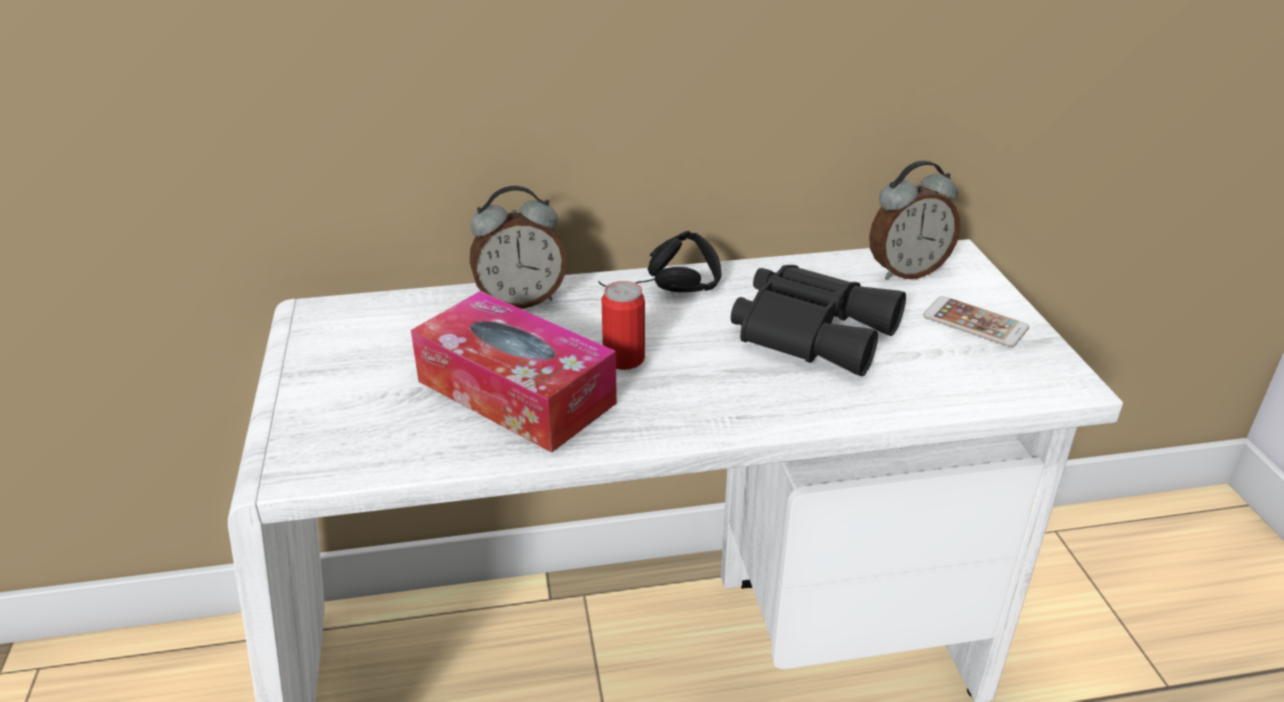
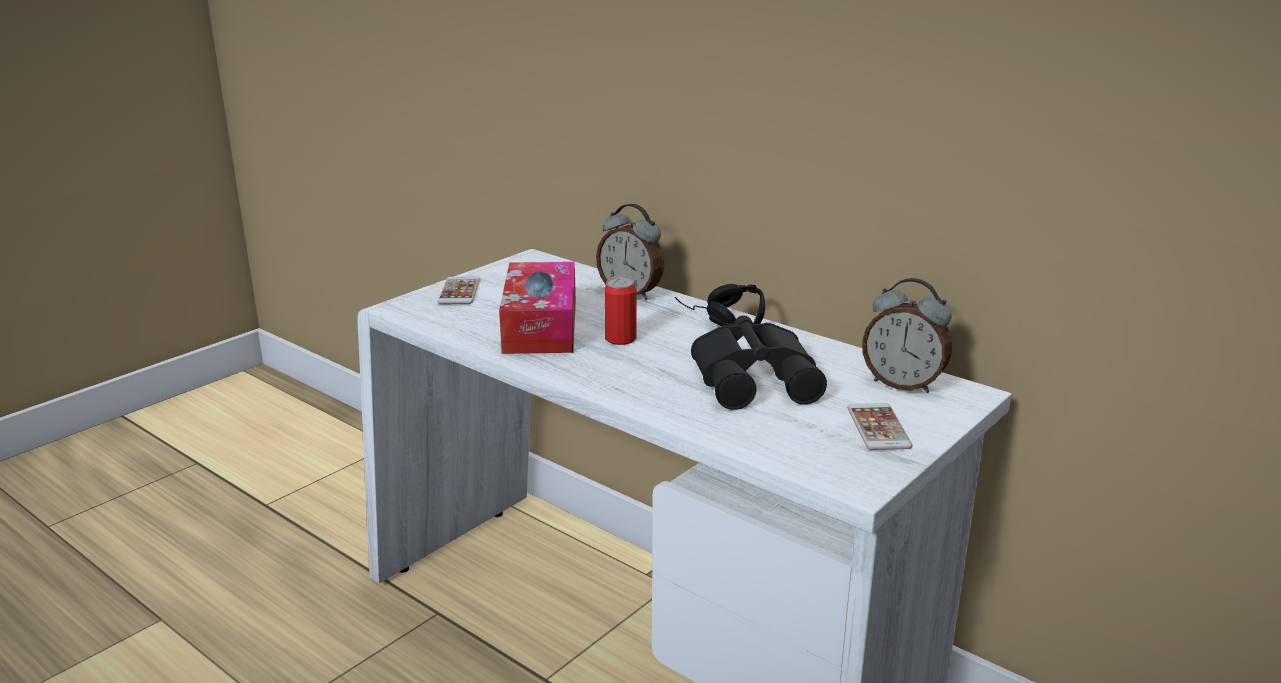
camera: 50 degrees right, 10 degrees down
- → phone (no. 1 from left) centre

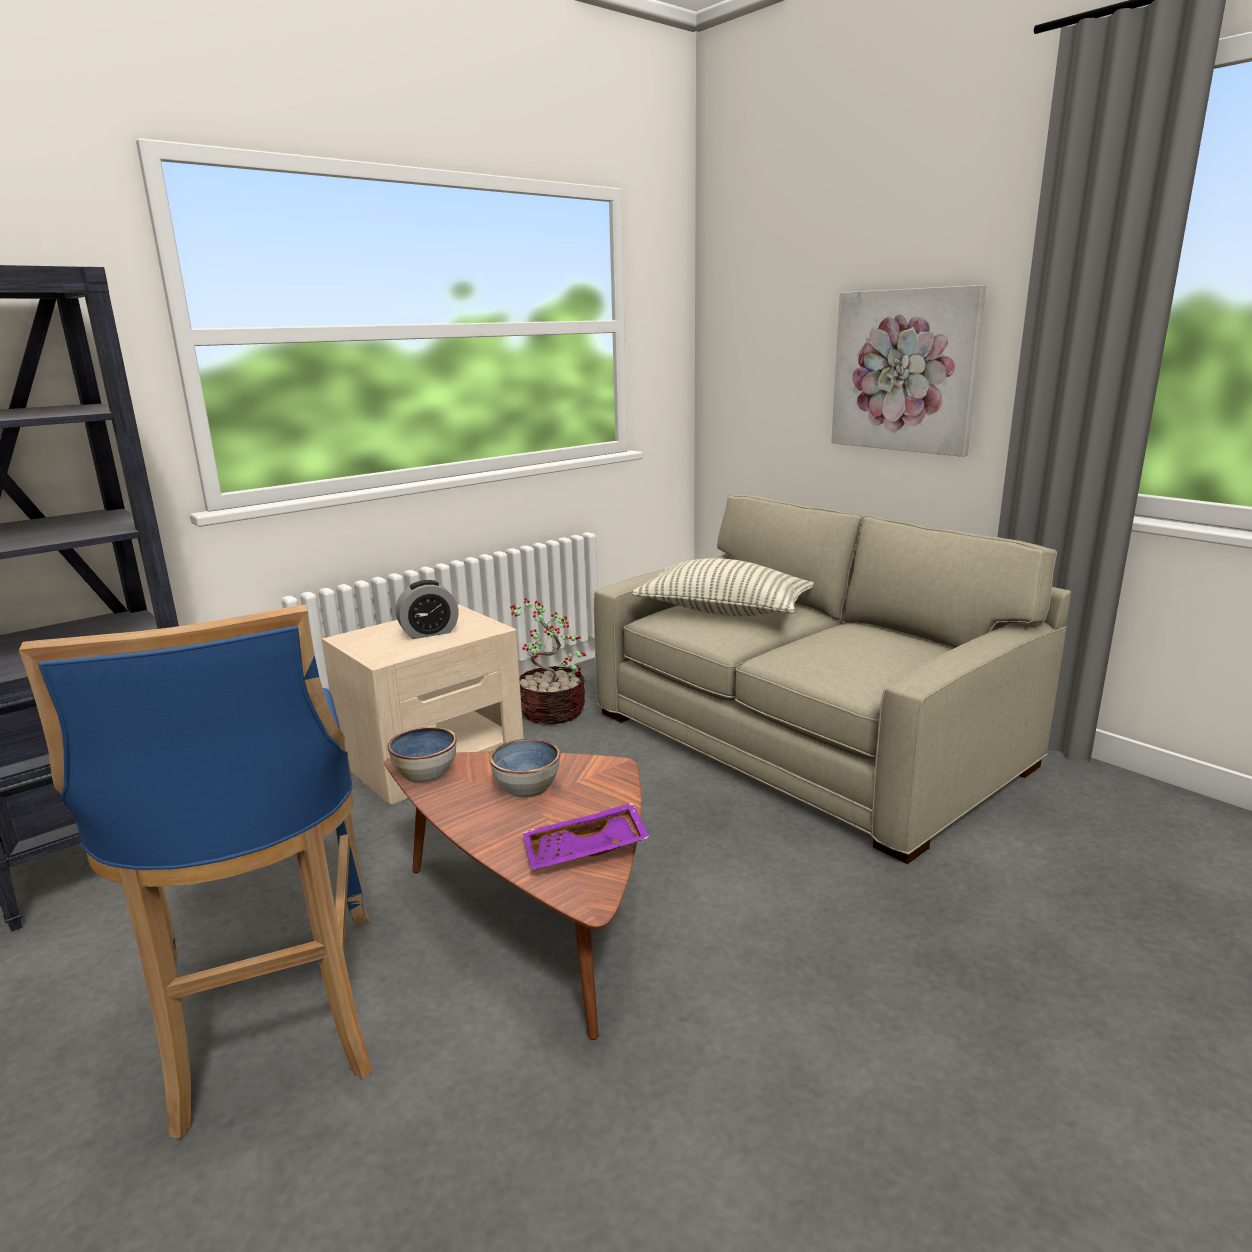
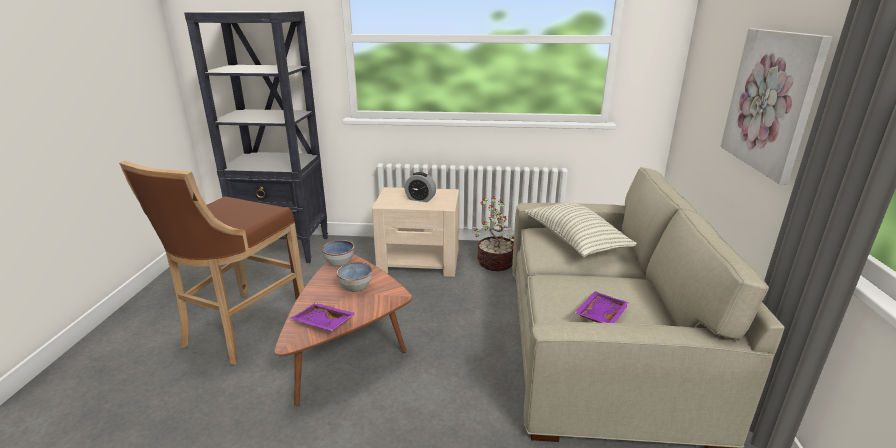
camera: 45 degrees right, 5 degrees up
stool (blue) bottom left → stool (brown) middle left
- → tray (purple) (no. 2 from left) bottom right

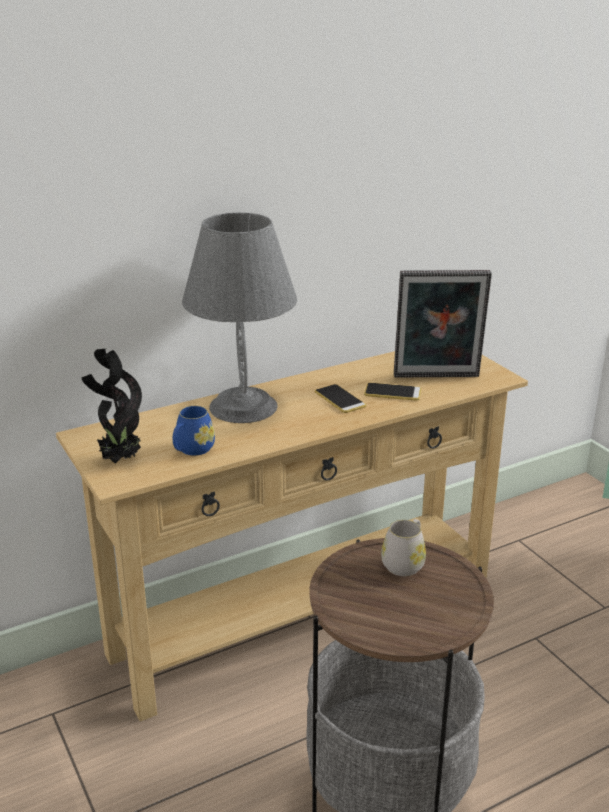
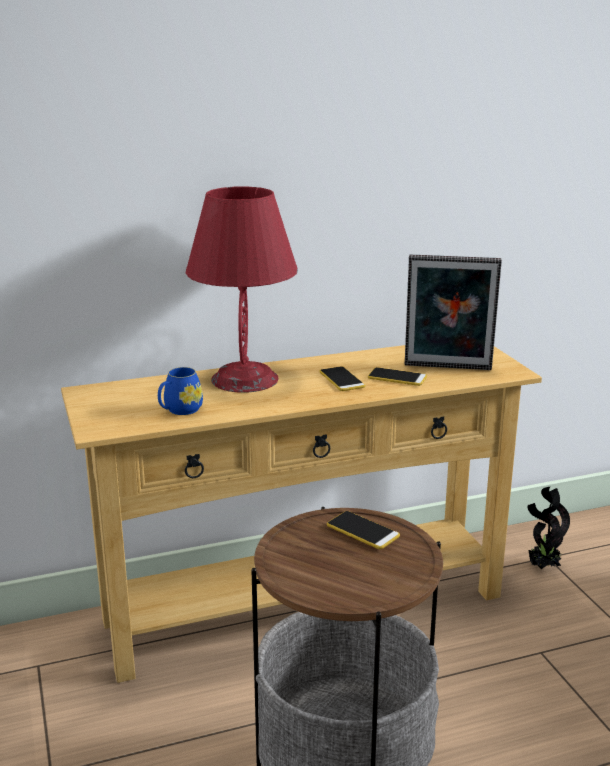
camera: 10 degrees right, 5 degrees down
potted plant middle left → potted plant bottom right, relocated
table lamp (grey) centre → table lamp (red) centre
mug (white) bottom centre → phone (no. 2 from left) bottom centre

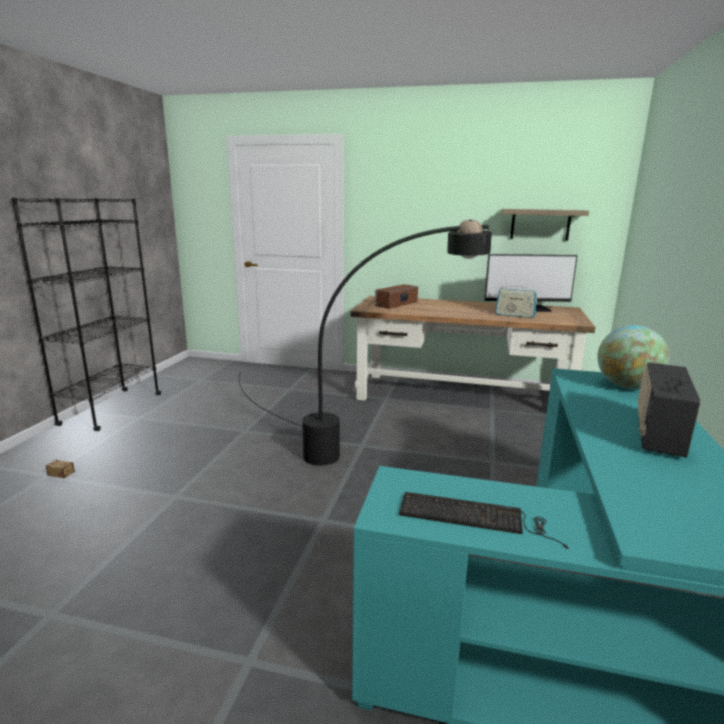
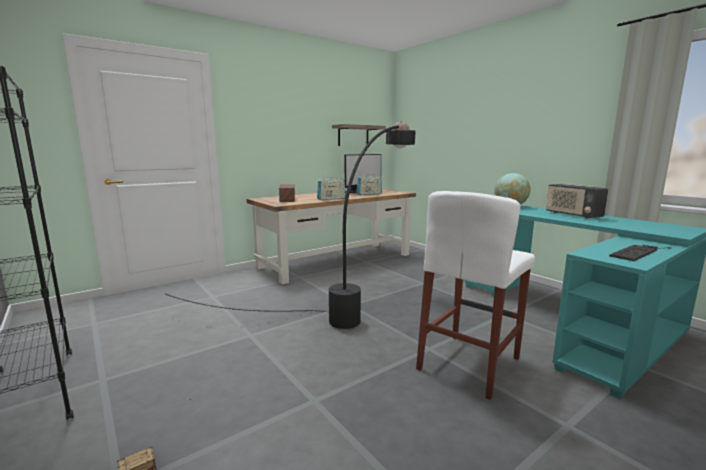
camera: 50 degrees left, 5 degrees down
- → radio (no. 1 from left) centre
- → stool (white) middle right

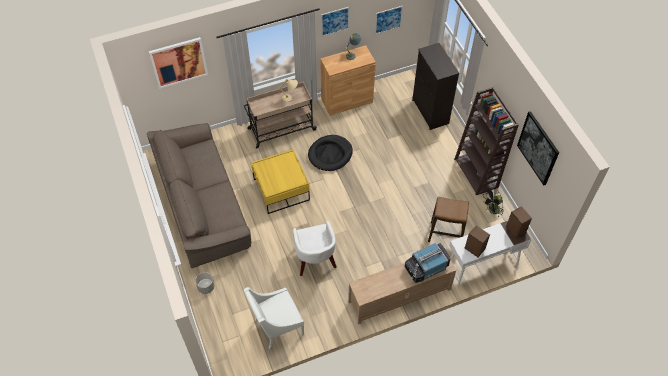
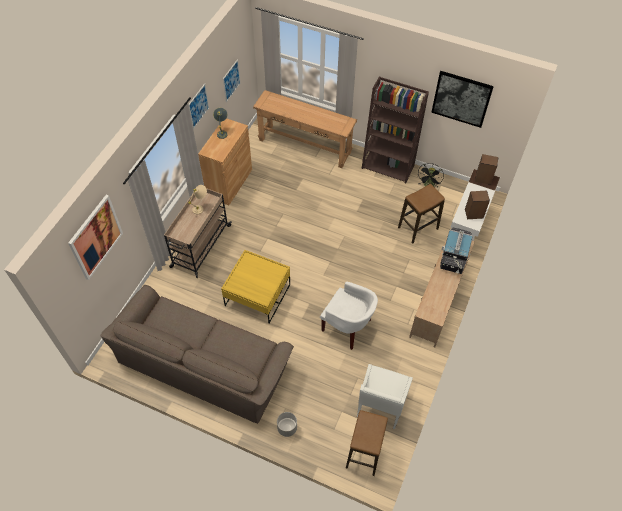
camera: 45 degrees left, 0 degrees up
dog bed (black) centre → -
dresser (black) top centre → console table (brown) top centre
- → stool (no. 1 from left) bottom centre

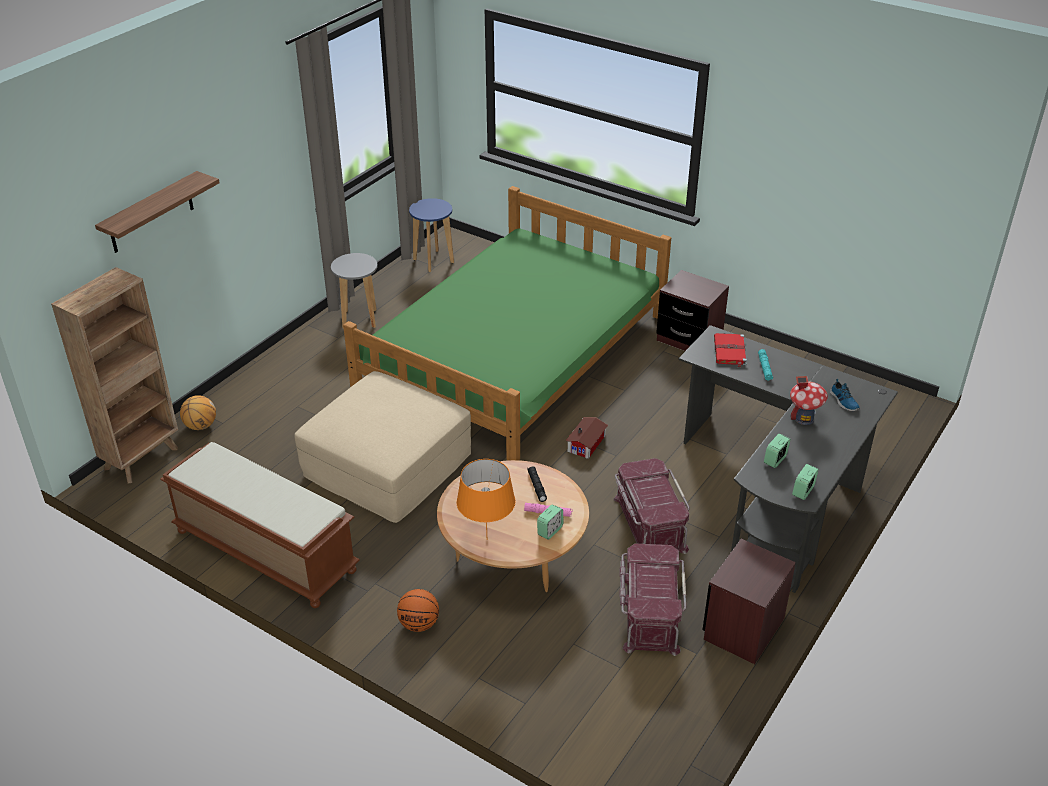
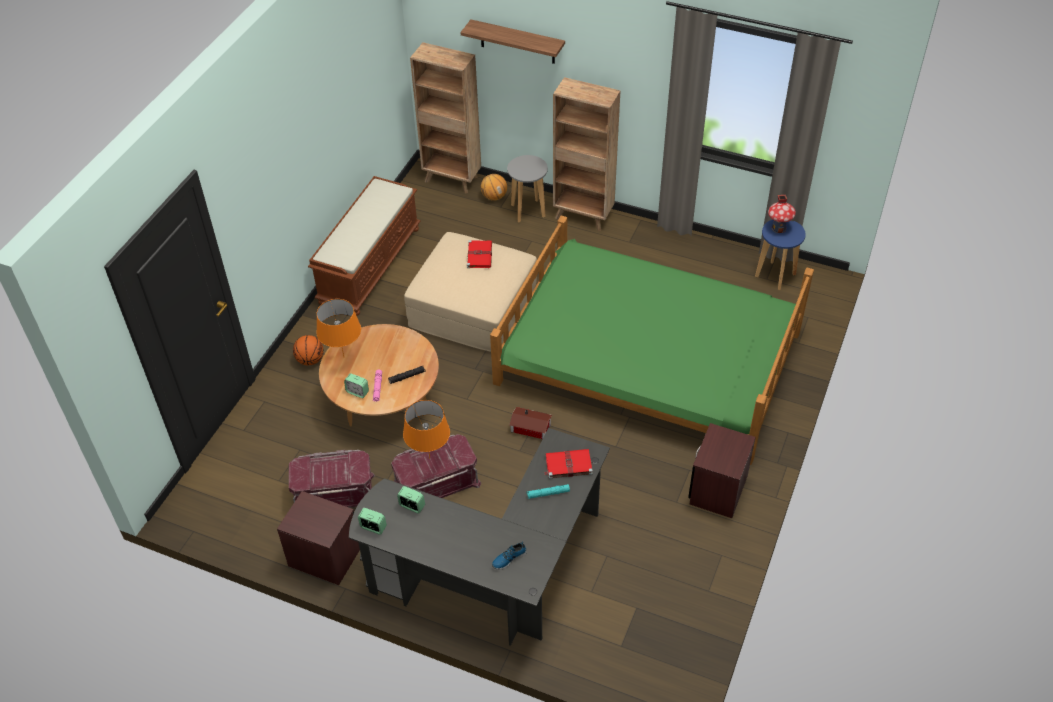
camera: 80 degrees right, 10 degrees up
stool (grey) centre → stool (grey) top centre, relocated
toy house (no. 2 from left) middle right → toy house (no. 2 from left) top right, relocated
- → table lamp (orange) (no. 2 from left) centre
- → book (red) (no. 1 from left) centre
- → bookcase (brown) (no. 2 from left) top centre

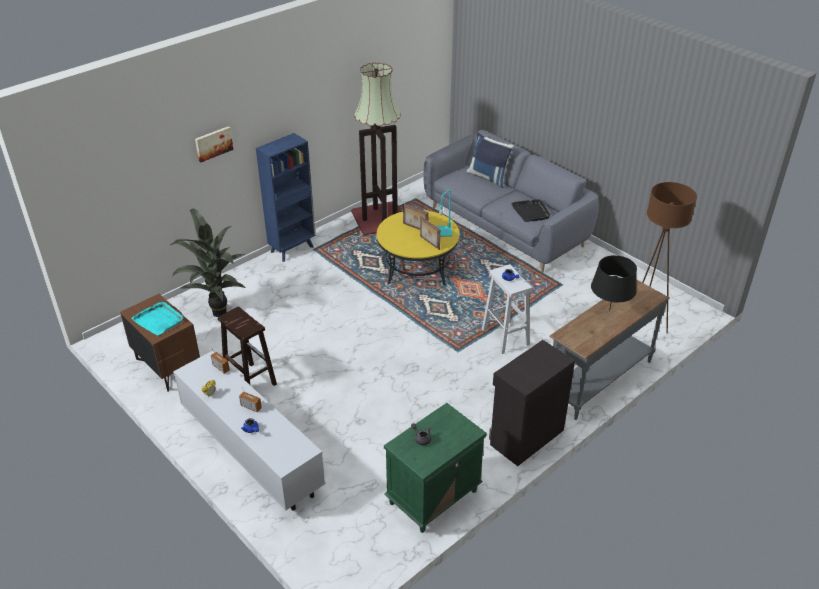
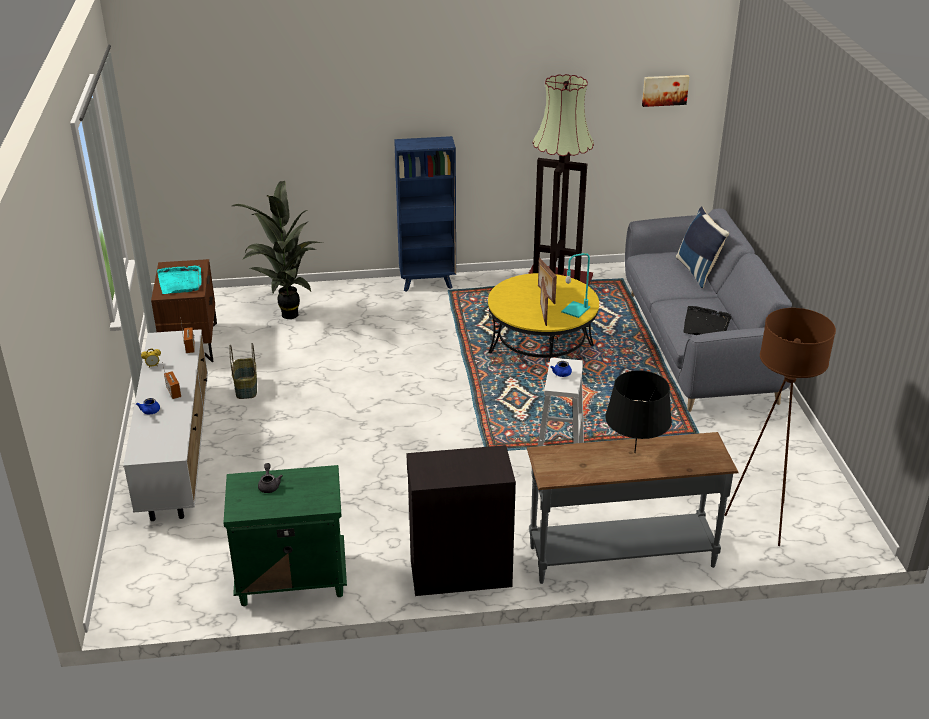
camera: 35 degrees right, 5 degrees down
picture top left → picture top right, relocated
stool (brown) middle left → basket middle left

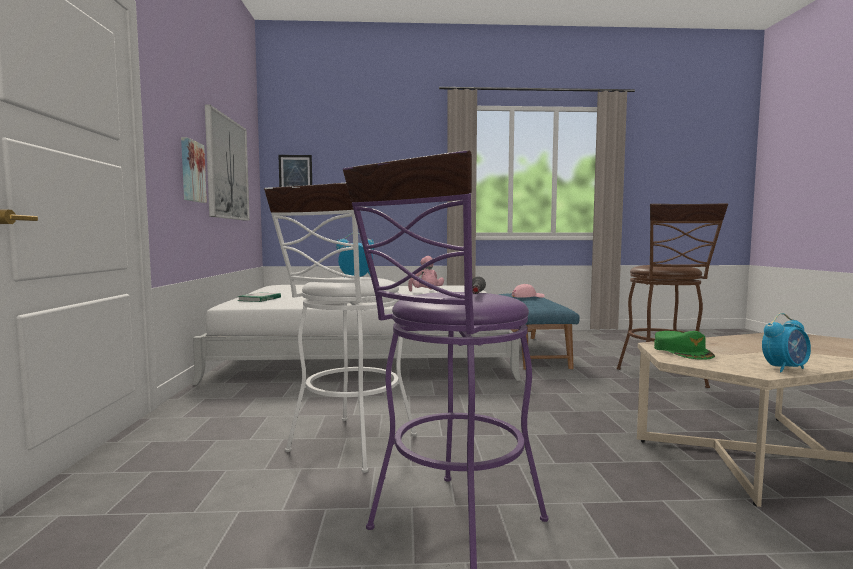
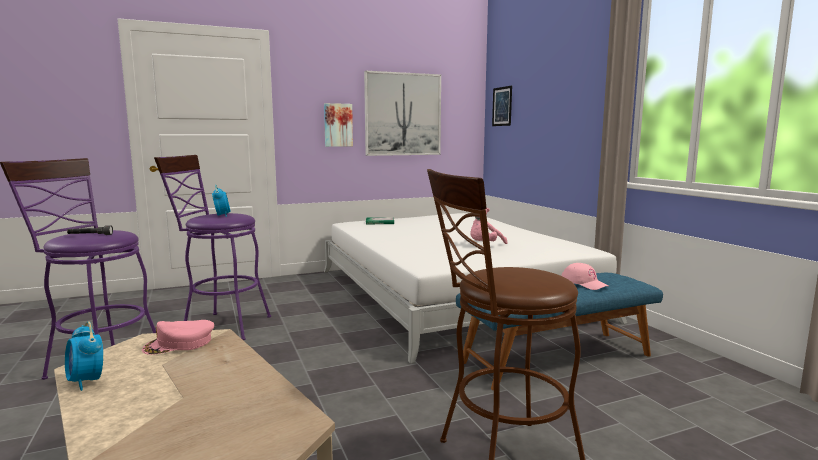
camera: 70 degrees right, 5 degrees up
stool (white) centre → stool (purple) (no. 2 from left) middle left
cap (green) middle right → cap (pink) (no. 1 from left) bottom left

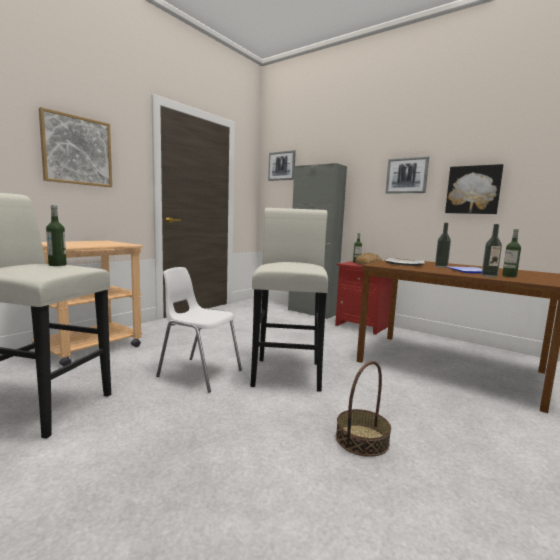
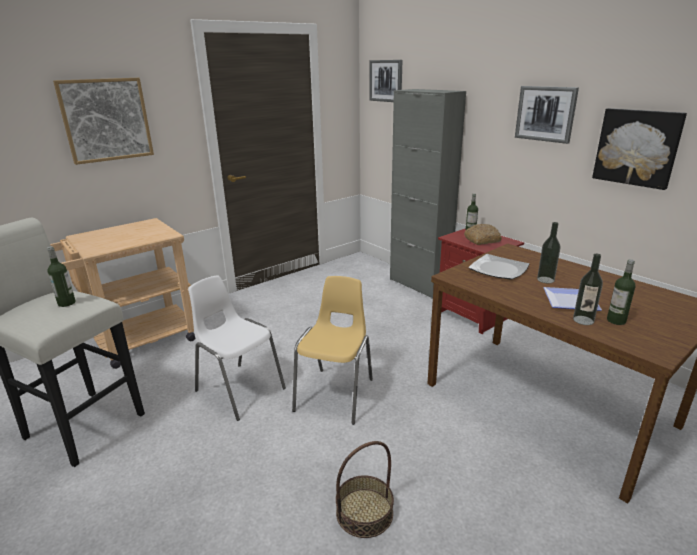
camera: 15 degrees right, 15 degrees up
stool (white) (no. 2 from left) centre → chair (yellow) centre

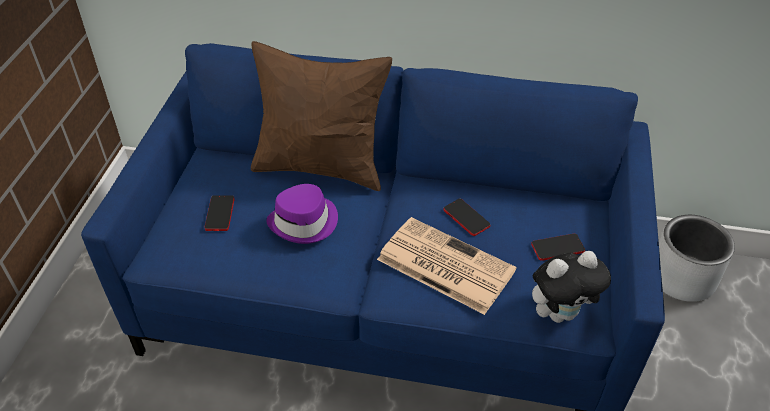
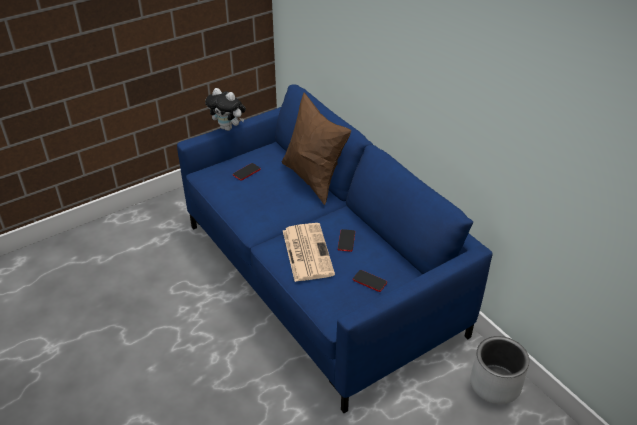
camera: 45 degrees right, 5 degrees down
hat (purple) centre → -
plush toy bottom right → plush toy top centre, relocated

